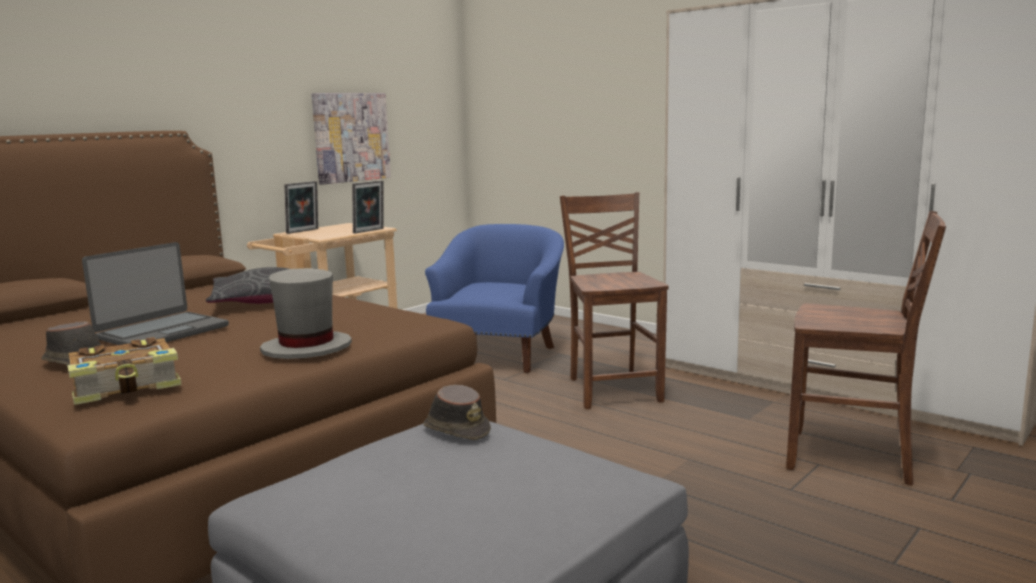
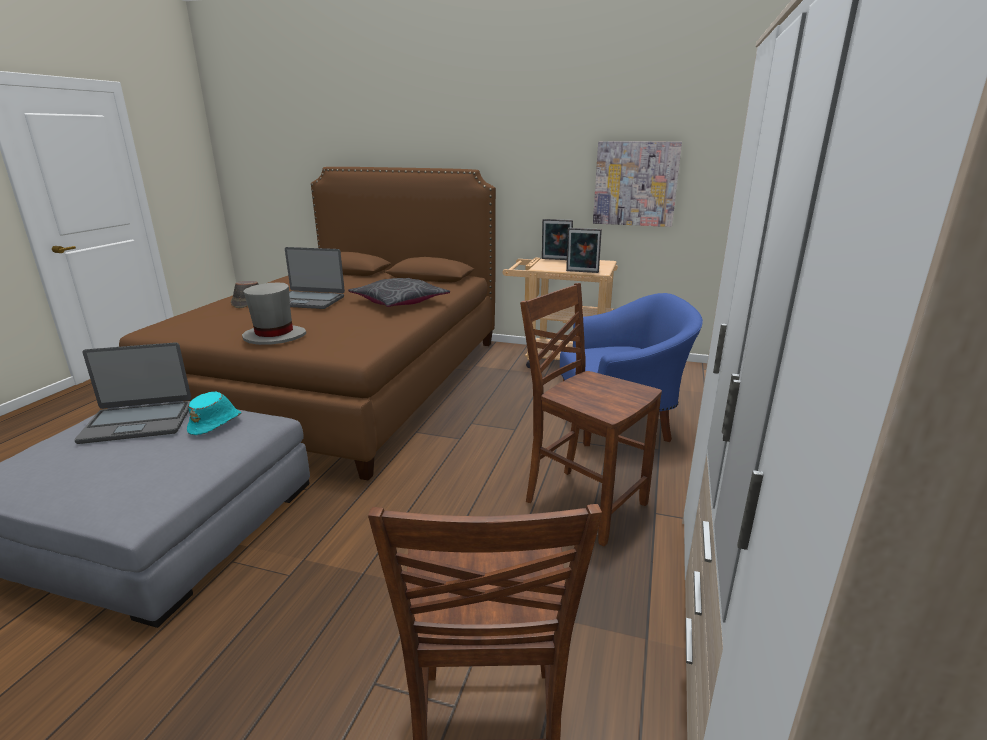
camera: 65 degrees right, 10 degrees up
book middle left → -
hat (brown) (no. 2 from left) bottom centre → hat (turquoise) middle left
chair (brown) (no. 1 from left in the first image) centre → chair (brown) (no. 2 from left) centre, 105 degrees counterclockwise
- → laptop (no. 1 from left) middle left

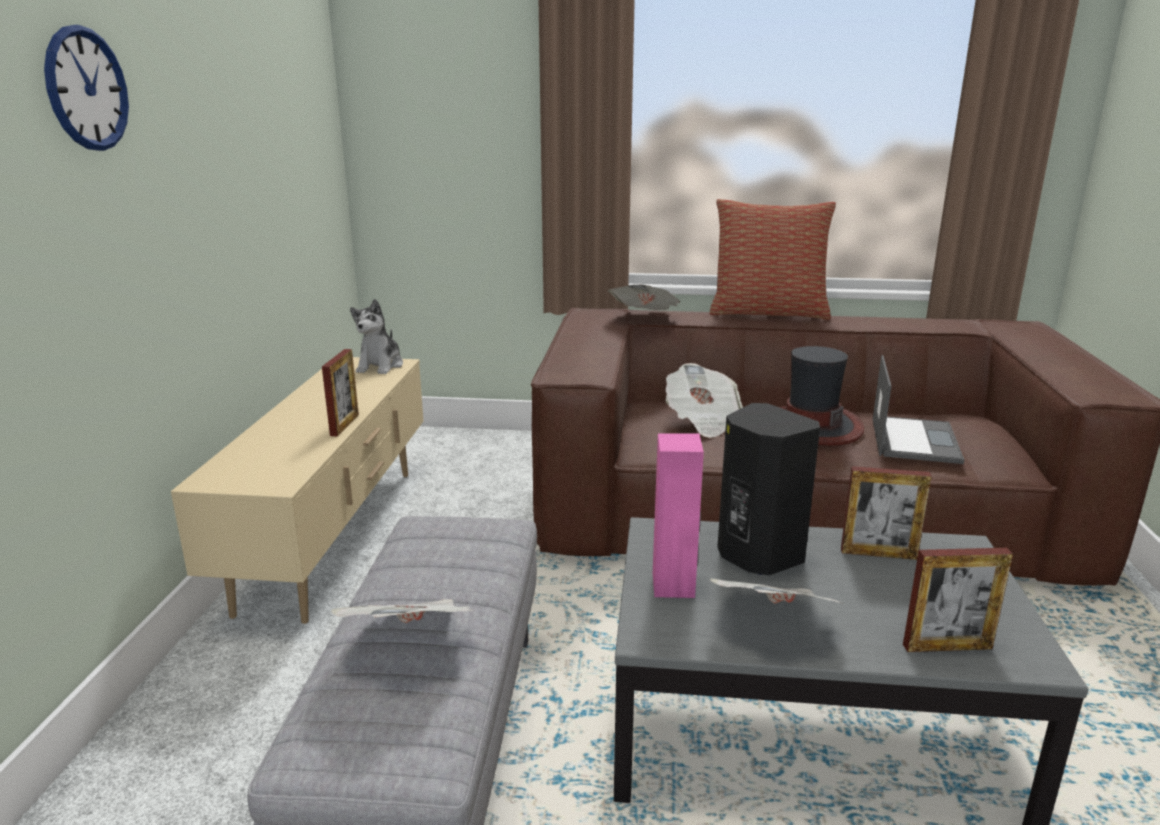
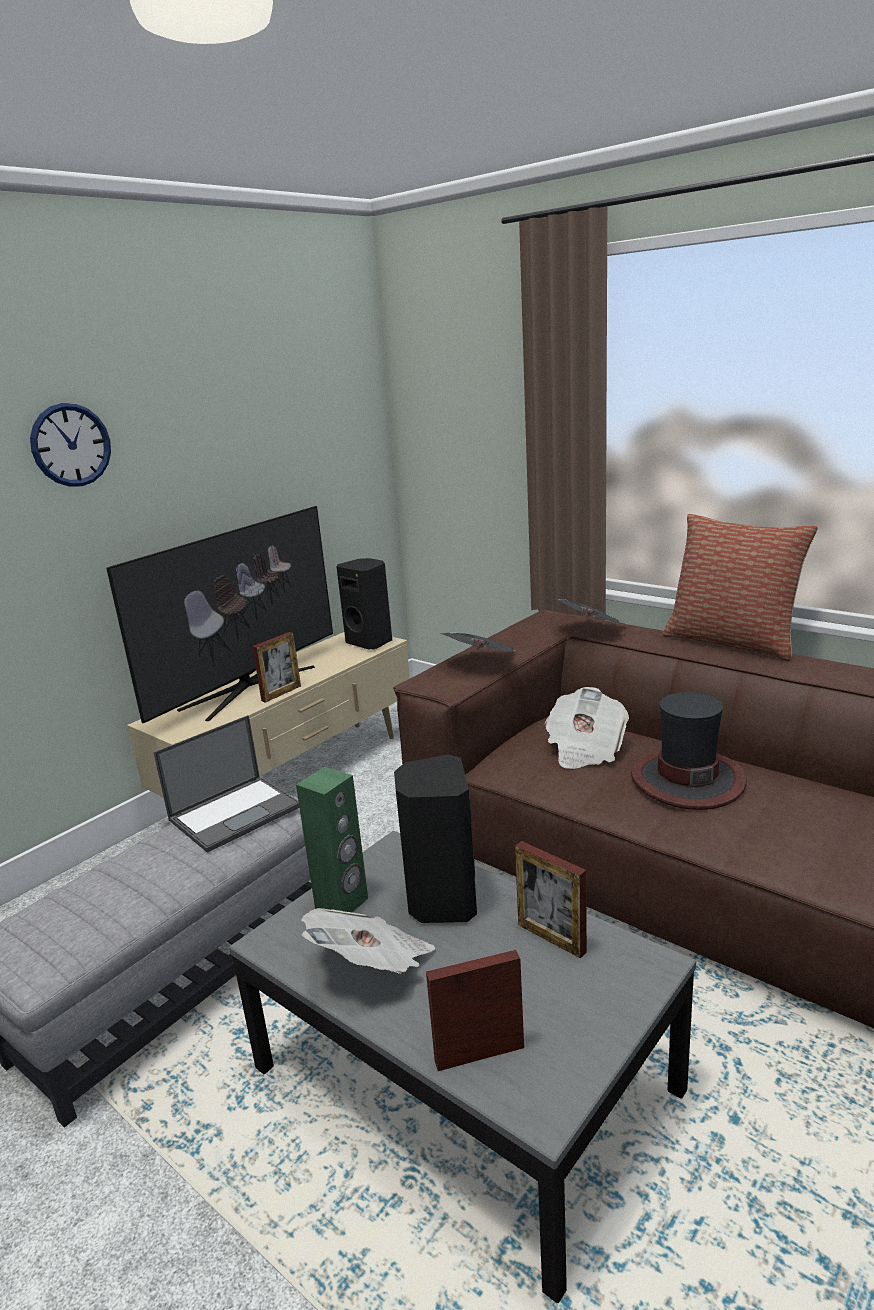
camera: 35 degrees right, 0 degrees up
newspaper (no. 1 from left in the first image) bottom centre → newspaper (no. 2 from left) centre, relocated
plush toy middle left → speaker (black) (no. 1 from left) centre
speaker (pink) centre → speaker (green) centre
laptop middle right → laptop middle left, relocated
picture frame (no. 3 from left in the first image) bottom right → picture frame (no. 2 from left) bottom centre, 135 degrees clockwise
- → television middle left

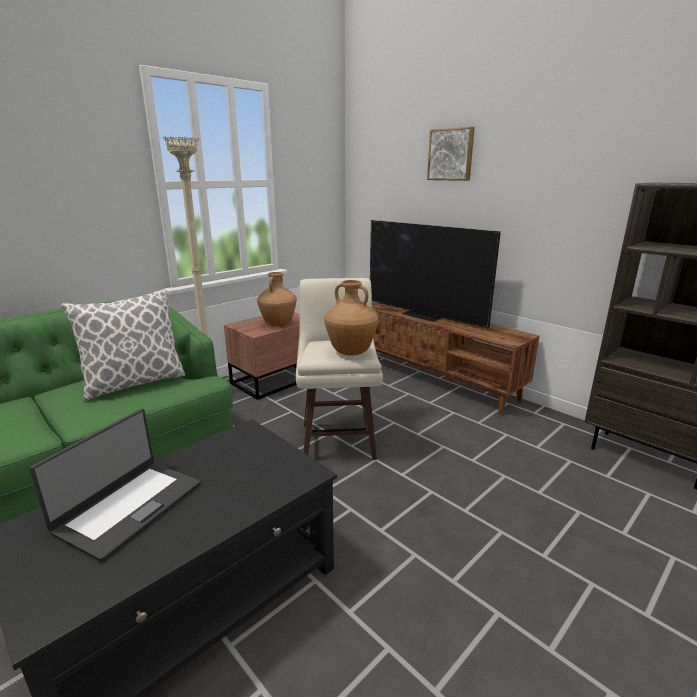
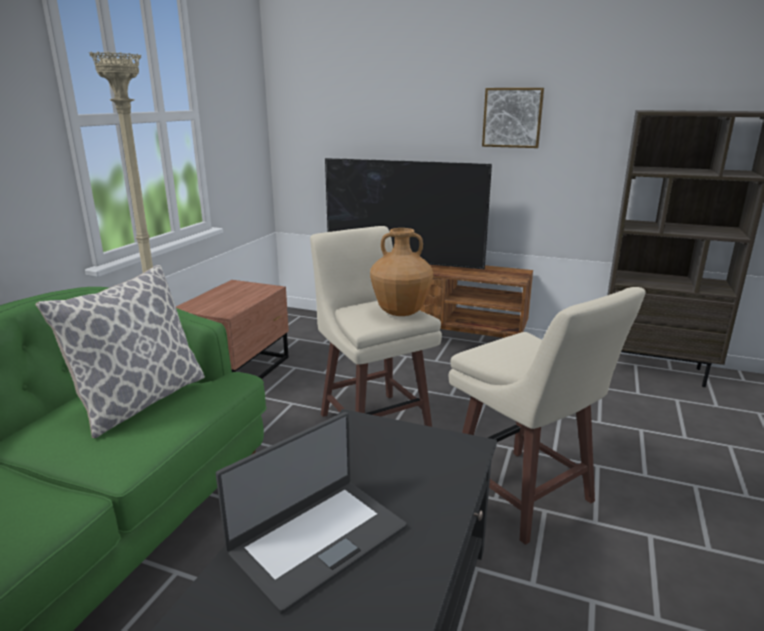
camera: 25 degrees left, 0 degrees up
laptop bottom left → laptop bottom centre, 45 degrees clockwise
vase (brown) (no. 1 from left) centre → -
picture top centre → picture top right, relocated
- → stool (beige) (no. 2 from left) middle right

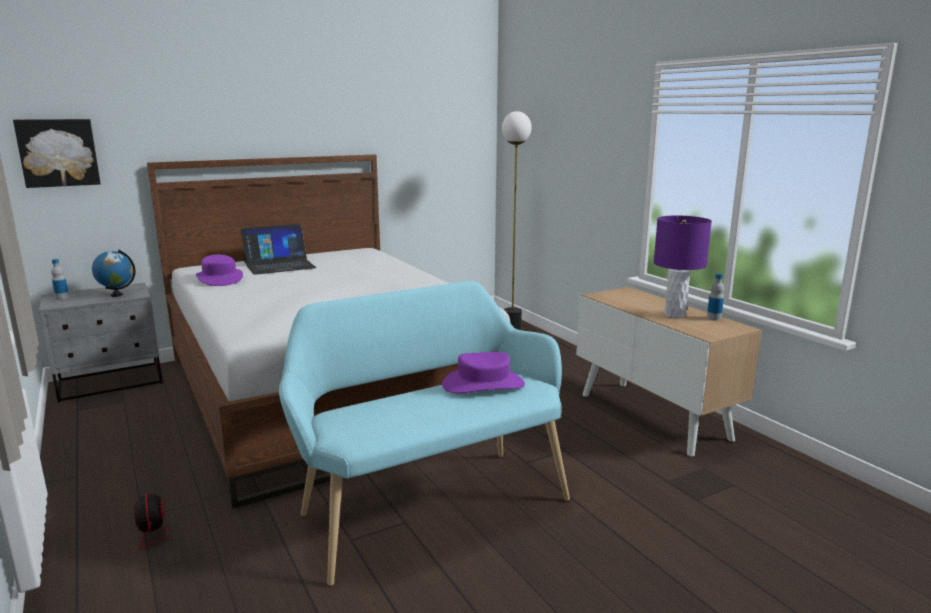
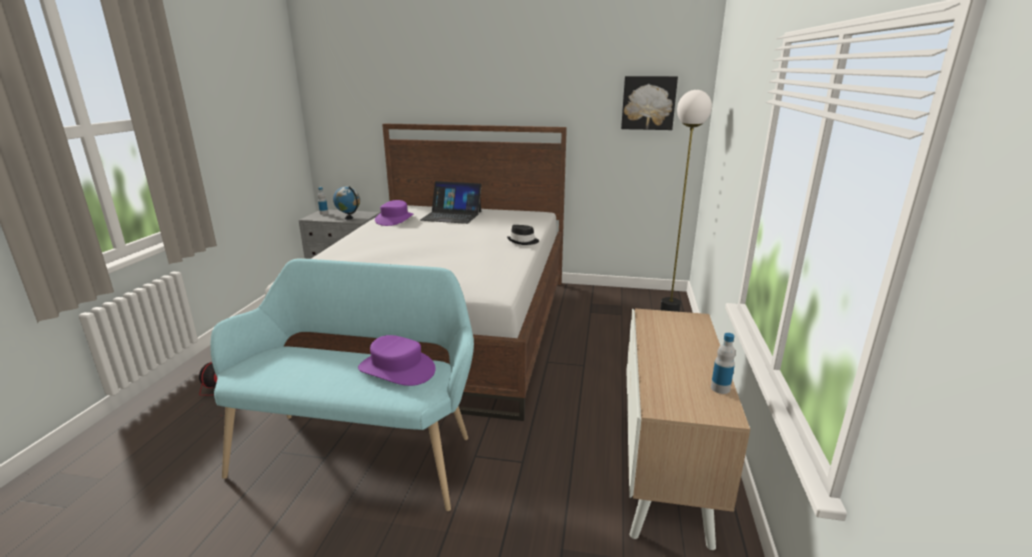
camera: 40 degrees right, 5 degrees up
picture top left → picture top centre, relocated
table lamp (purple) middle right → -
- → hat (black) centre

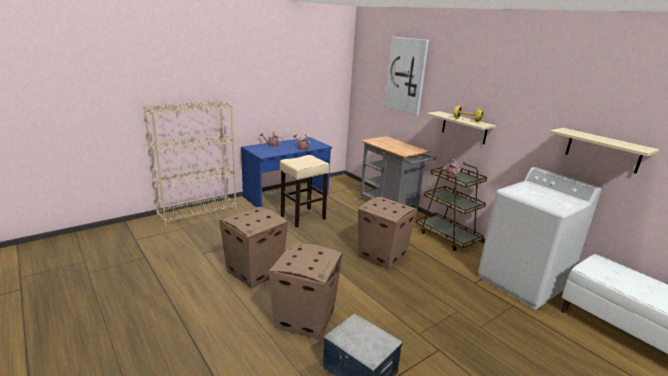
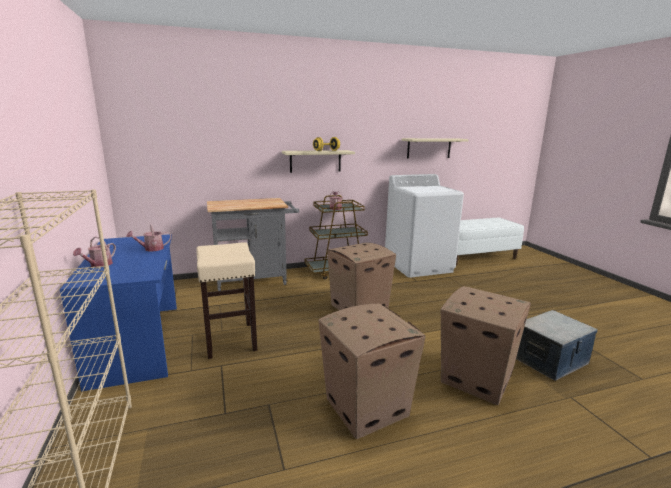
camera: 70 degrees left, 5 degrees down
picture top centre → -

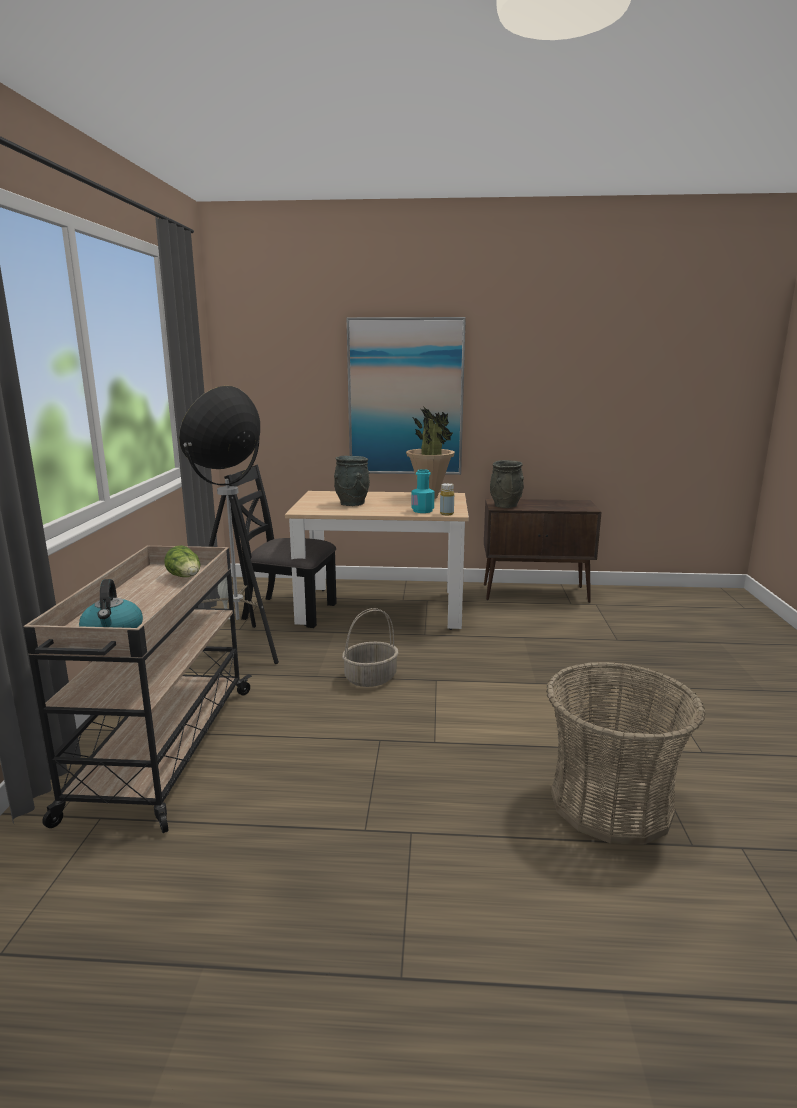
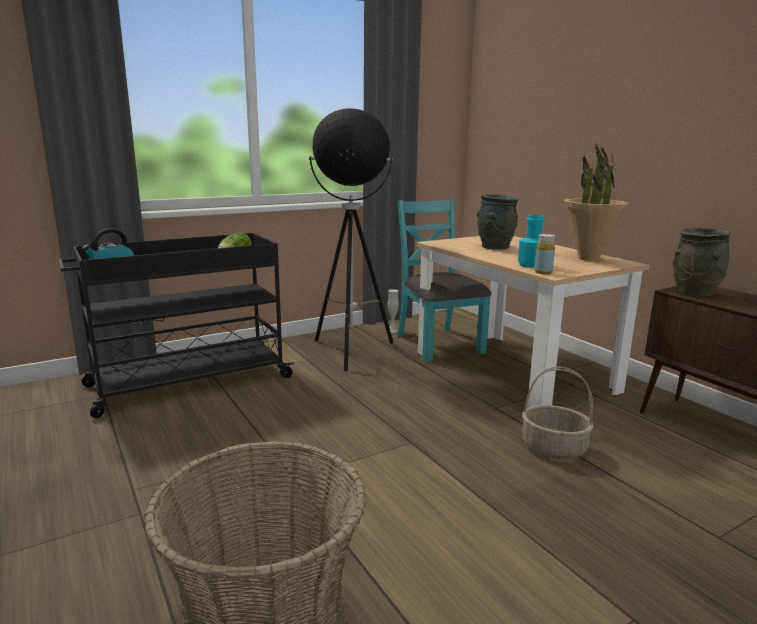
camera: 55 degrees right, 0 degrees up
cart (beige) middle left → cart (black) middle left
chair (black) centre → chair (turquoise) centre
basket (no. 1 from left in the first image) centre → basket (no. 2 from left) middle right, relocated
picture centre → -

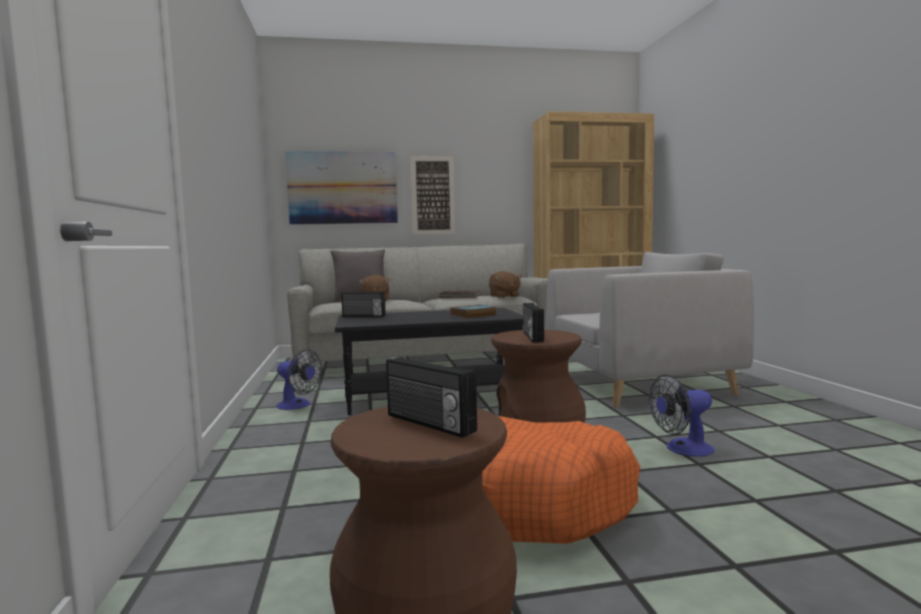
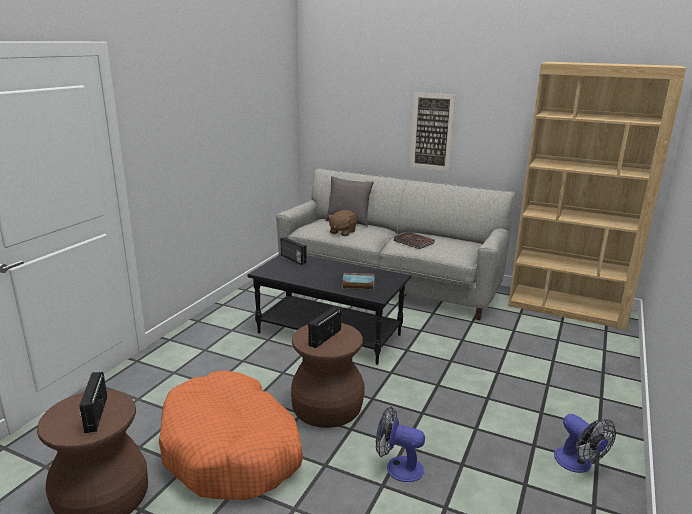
camera: 35 degrees right, 15 degrees up
fan (no. 1 from left in the first image) middle left → fan (no. 2 from left) bottom right, relocated
picture (no. 1 from left) top centre → -
plush toy (brown) (no. 2 from left) centre → -
armchair (grey) middle right → -

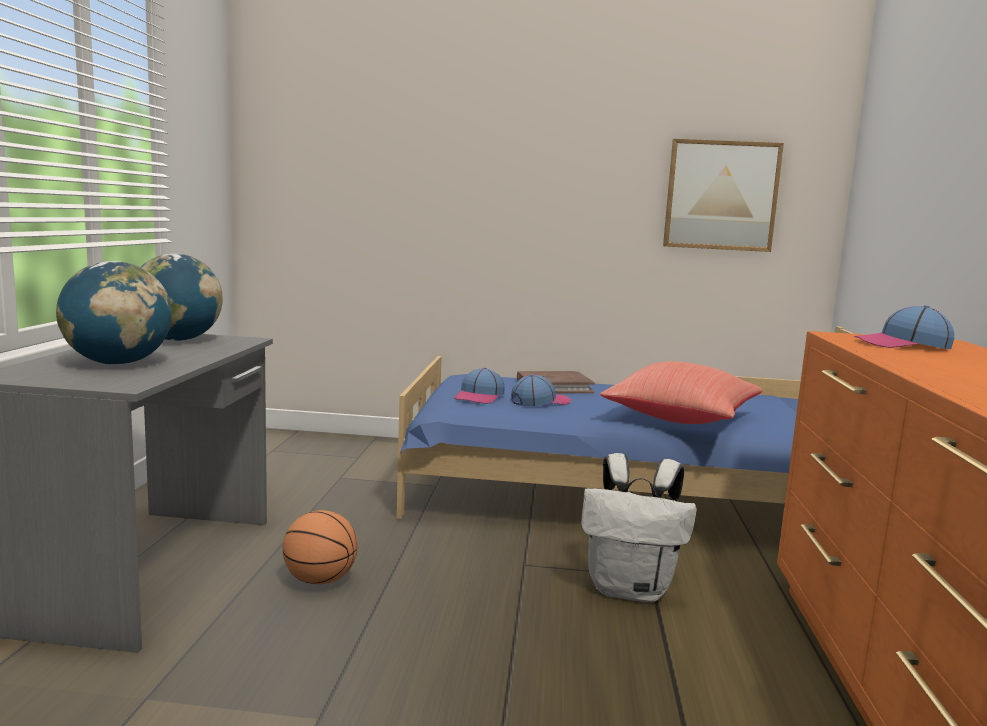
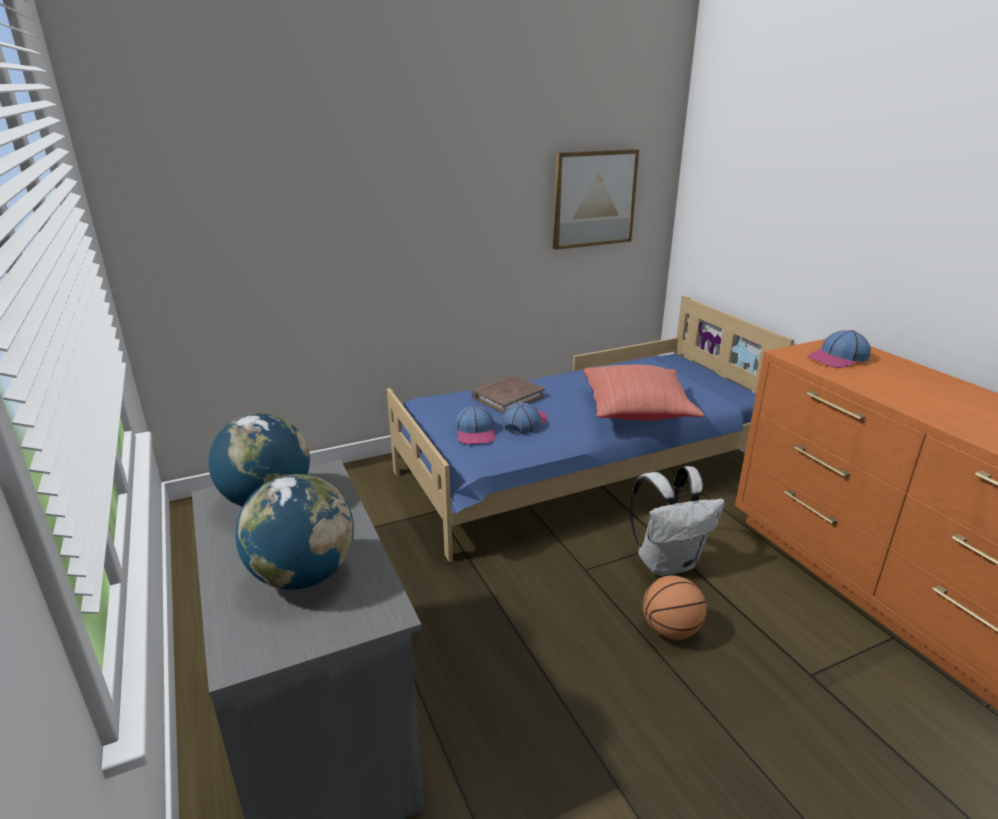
camera: 30 degrees left, 15 degrees up
basketball bottom left → basketball bottom right, relocated

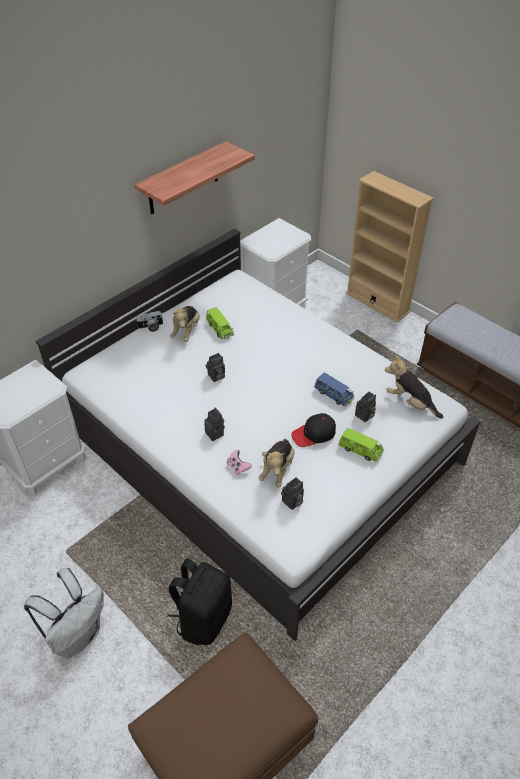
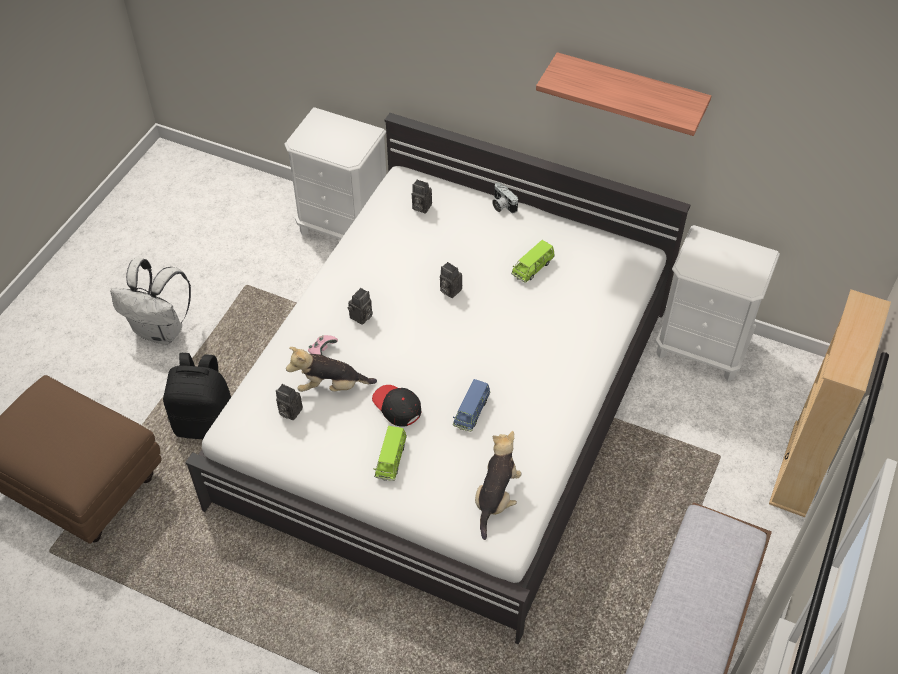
camera: 70 degrees right, 5 degrees up
plush toy (no. 1 from left) centre → -
photo camera (no. 5 from left in the first image) middle right → photo camera (no. 3 from left) top centre, relocated

